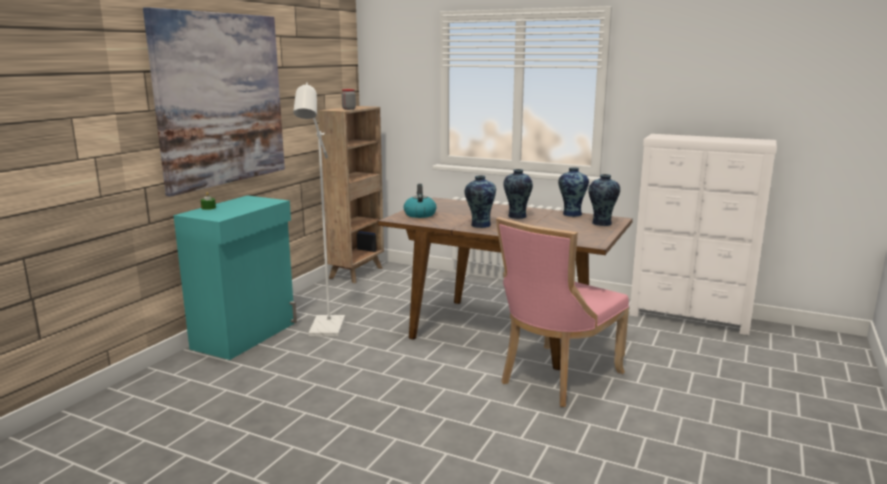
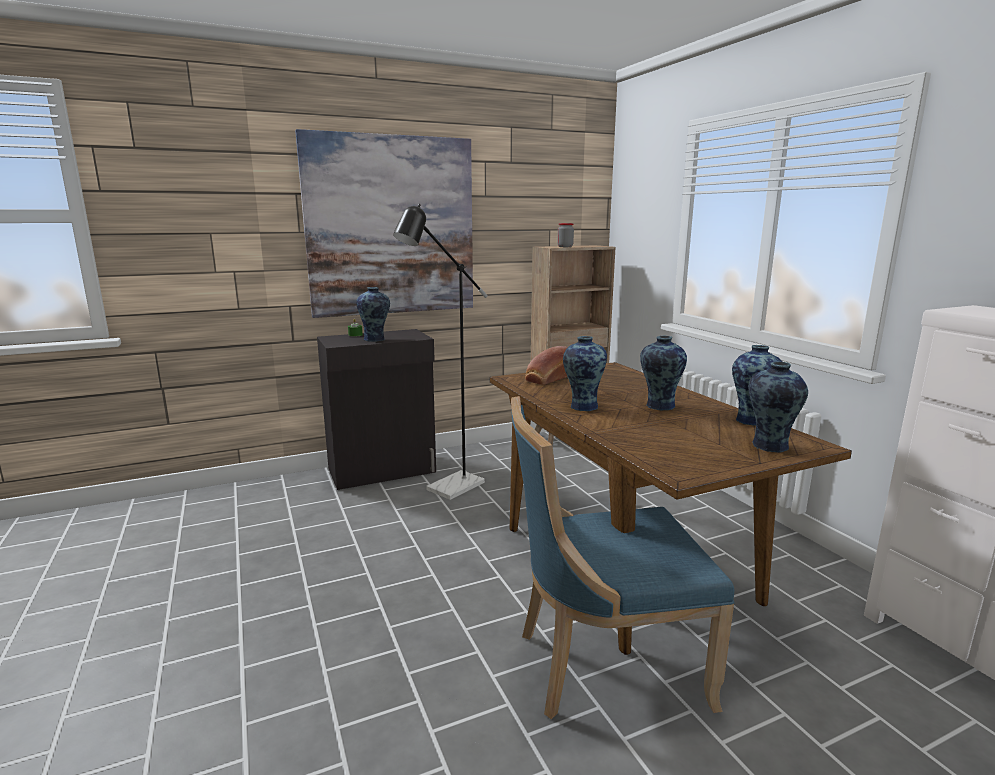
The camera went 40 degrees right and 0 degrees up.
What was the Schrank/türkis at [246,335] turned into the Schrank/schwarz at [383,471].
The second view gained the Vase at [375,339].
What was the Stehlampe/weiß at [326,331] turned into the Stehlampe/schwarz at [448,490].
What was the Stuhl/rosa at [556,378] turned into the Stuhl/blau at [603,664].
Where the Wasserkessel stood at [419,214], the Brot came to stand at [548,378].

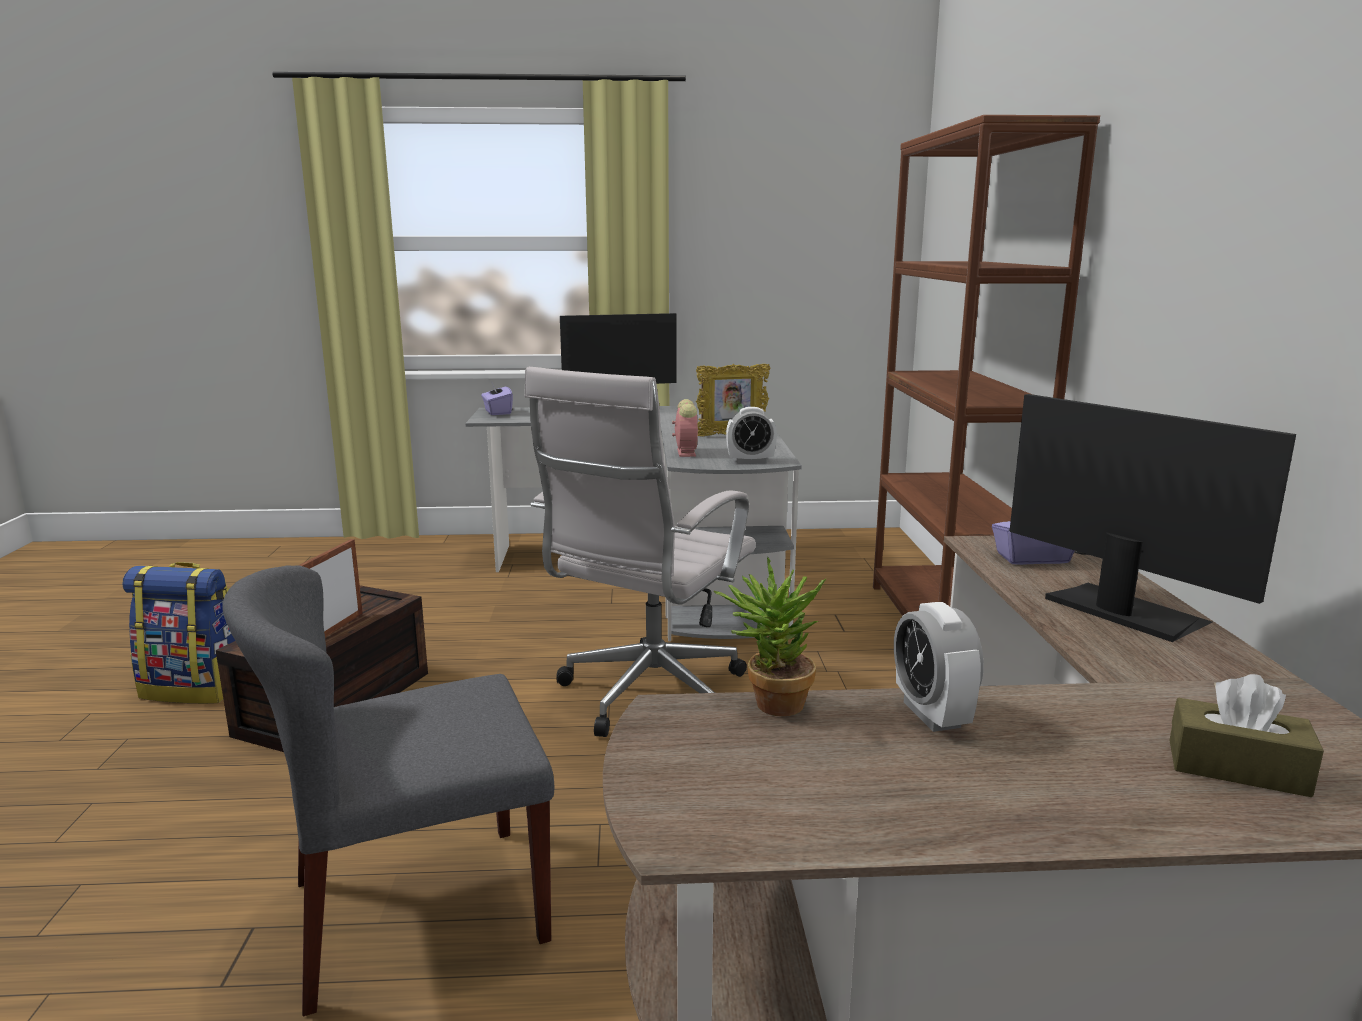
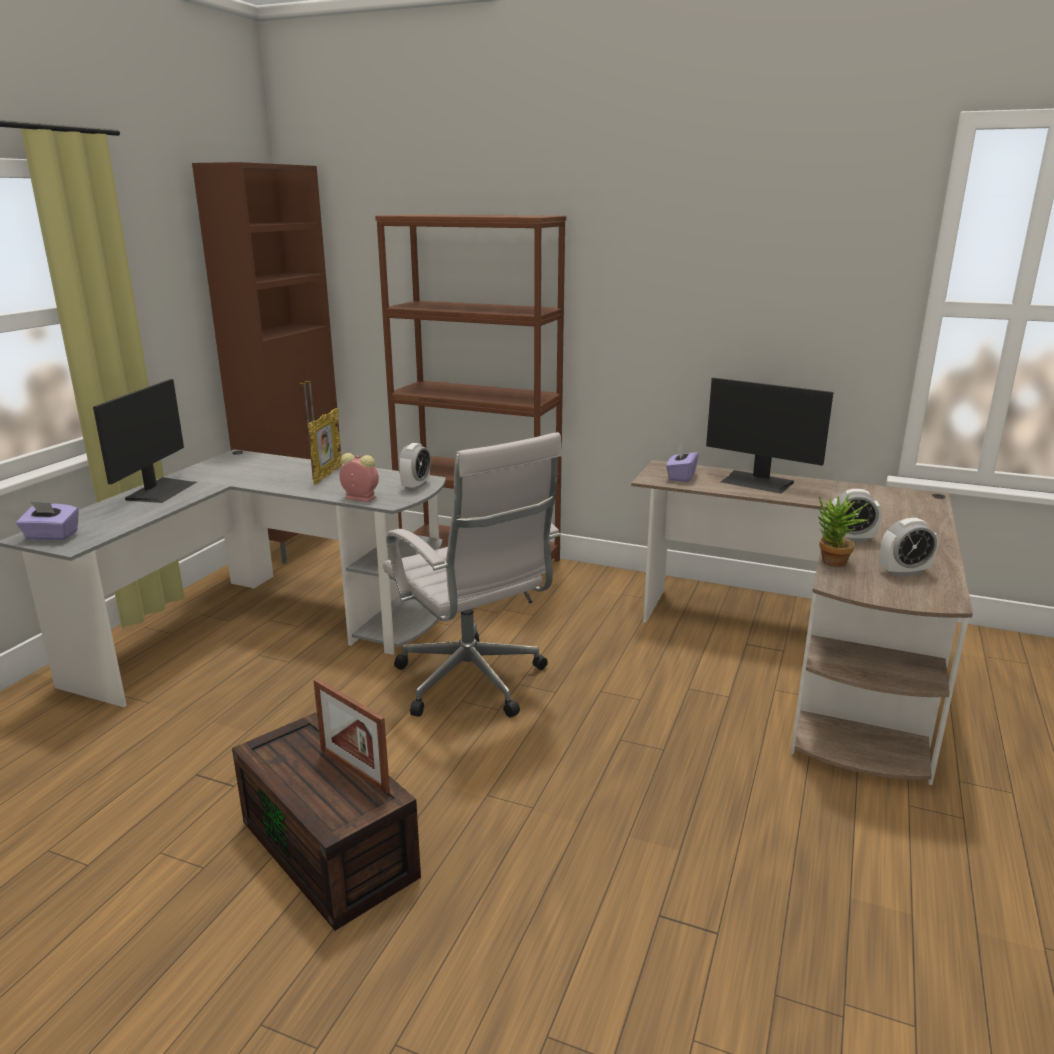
The camera went 65 degrees left and 5 degrees up.
The second view gained the Schrank/braun at [300,542].
The Monitor at [1123,610] ended up facing another way, 135 degrees counterclockwise from before.
The second view gained the Wecker at [904,572].
The second view lost the Rucksack at [195,689].
The second view lost the Stuhl/grau at [416,911].
The second view lost the Taschentuchbox/braun at [1237,768].

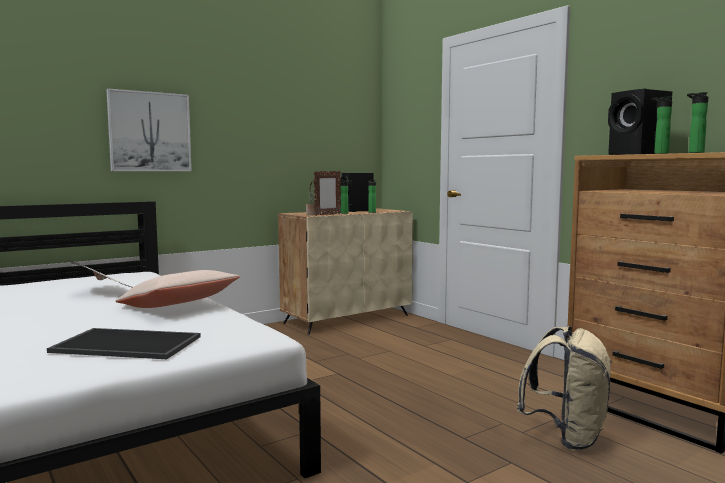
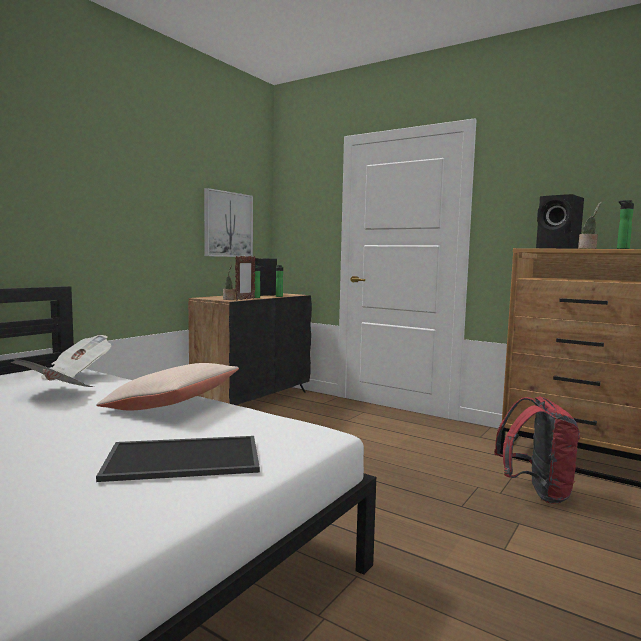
The camera went 20 degrees left and 0 degrees up.
The second view gained the Zeitung at [77,374].
What was the Schrank/beige at [347,319] turned into the Schrank/schwarz at [253,400].
The Bild ended up elsewhere, having gone from [150,132] to [228,224].
What was the Rucksack/beige at [566,437] turned into the Rucksack/rot at [536,492].
Where the Flasche stood at [659,153], the Topfpflanze came to stand at [588,248].

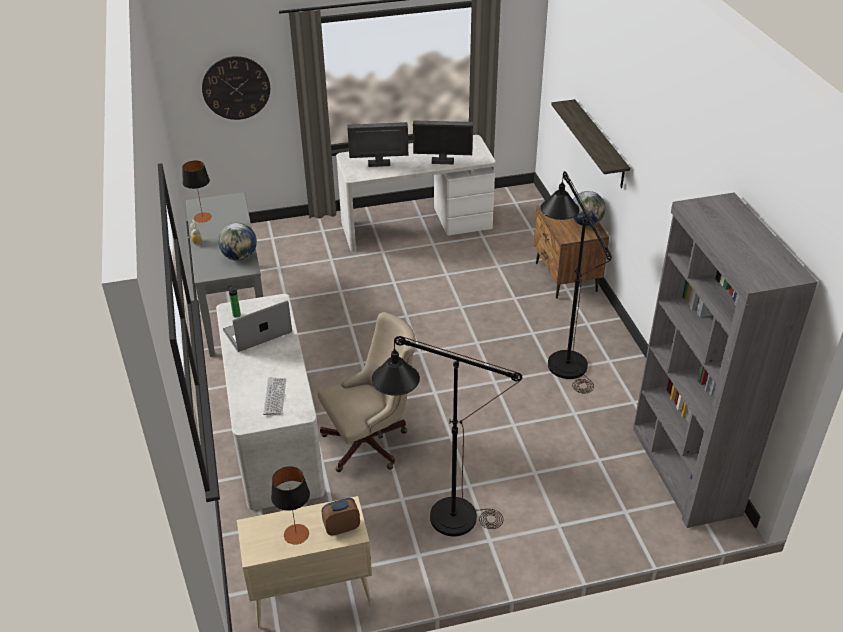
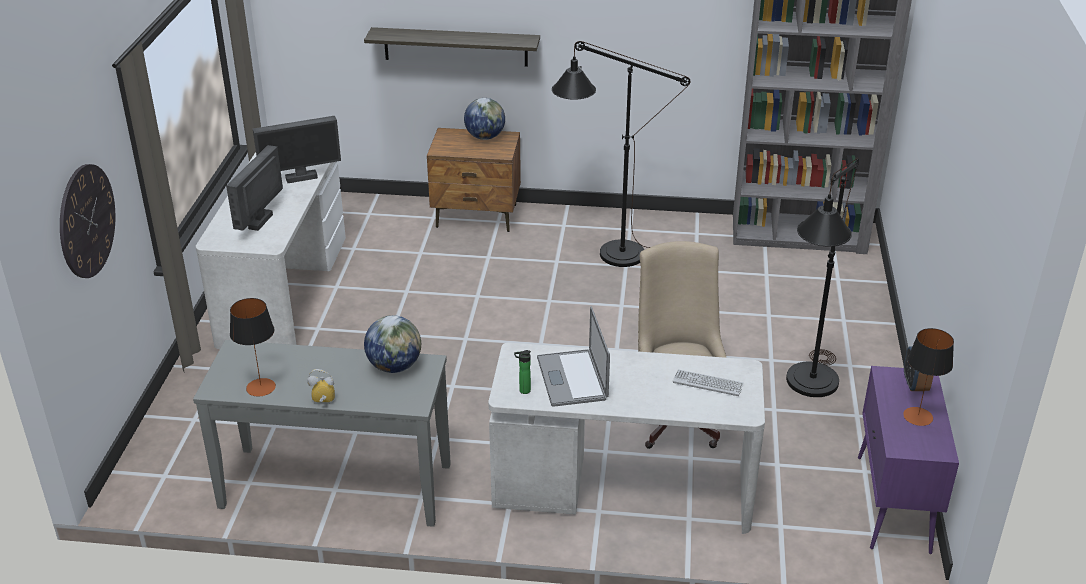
The camera went 70 degrees left and 5 degrees down.
The Monitor at [442,161] ended up facing another way, 45 degrees clockwise from before.
What was the Schrank/beige at [310,595] turned into the Schrank/lila at [893,505].

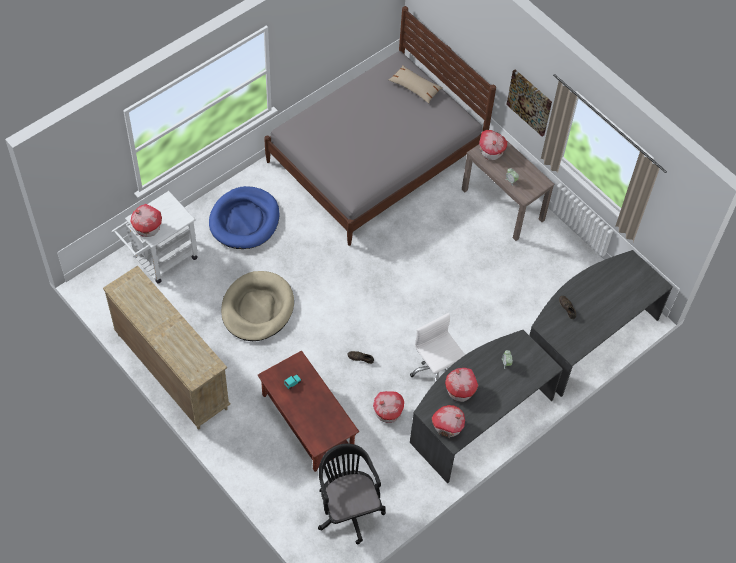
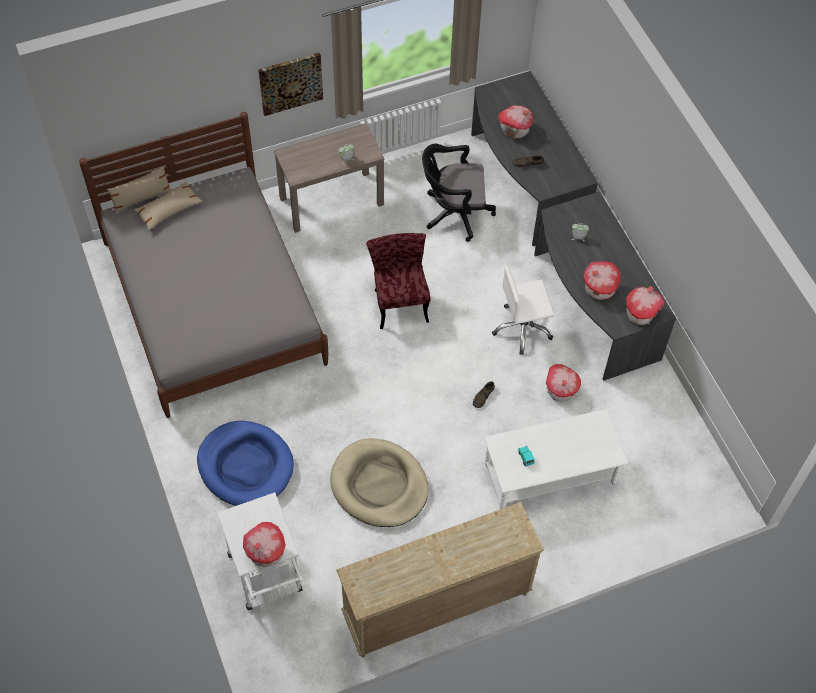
The camera went 70 degrees left and 0 degrees up.
The second view gained the Kissen/beige at [142,199].
The second view gained the Stuhl/rot at [399,300].
The Bürostuhl/schwarz ended up elsewhere, having gone from [347,507] to [454,213].
What was the Couchtisch/braun at [307,421] turned into the Couchtisch/weiß at [549,473].
The Spielzeughaus ended up elsewhere, having gone from [491,151] to [515,129].

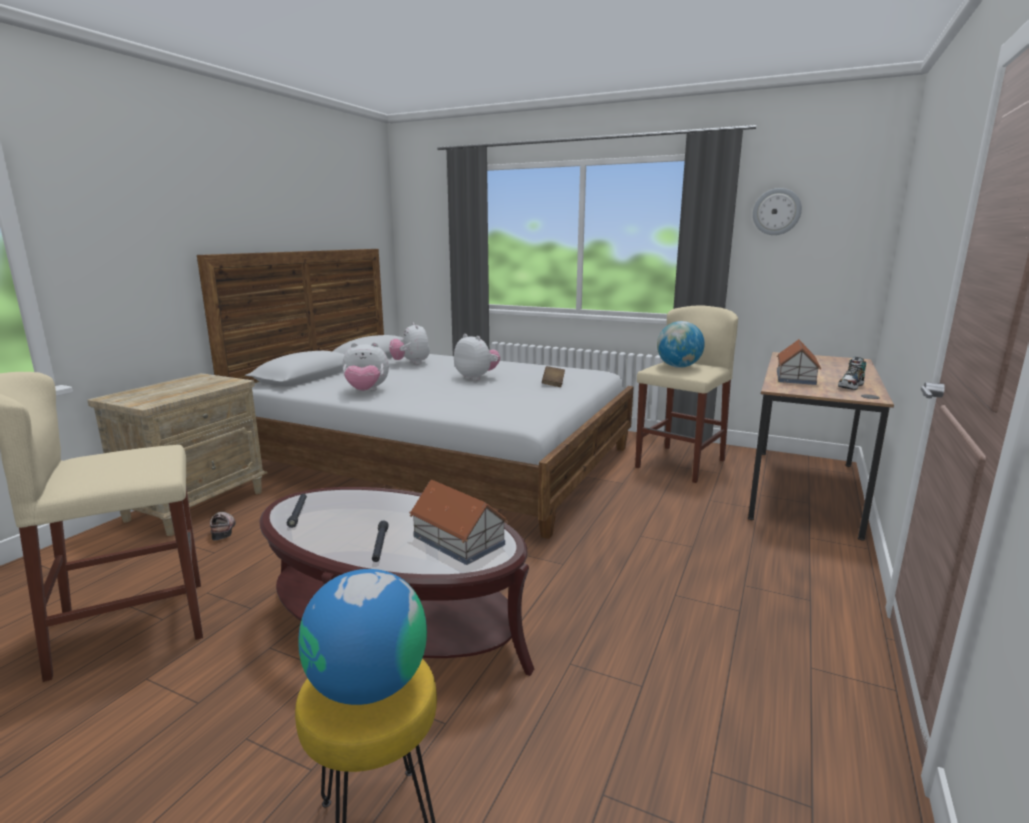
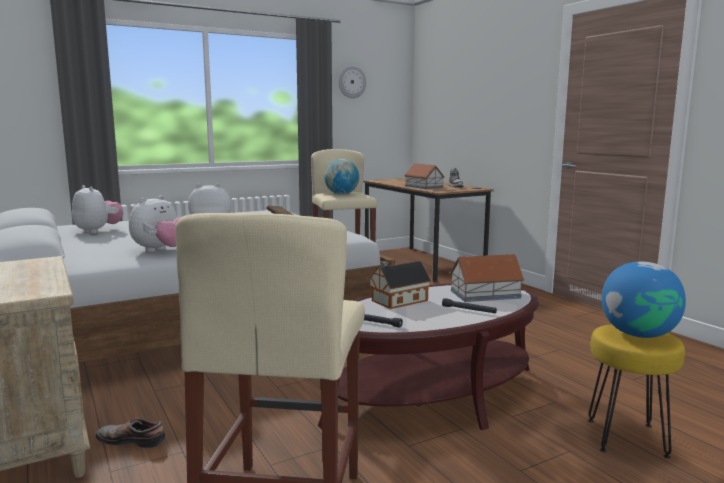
The camera went 55 degrees left and 5 degrees down.
The Plüschtier at [411,363] ended up facing another way, 150 degrees counterclockwise from before.
The second view gained the Spielzeughaus at [397,301].

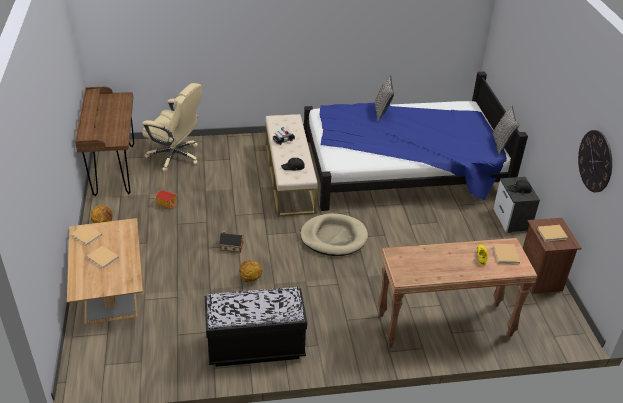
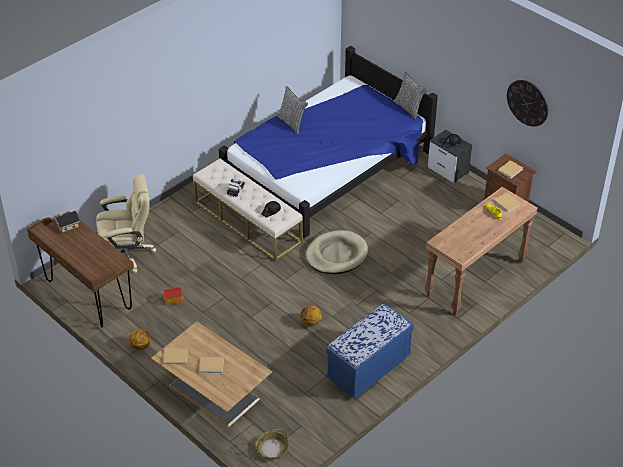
The camera went 35 degrees left and 5 degrees up.
The Spielzeughaus ended up elsewhere, having gone from [231,246] to [67,226].
The second view gained the Korb at [272,448].
What was the Bank/schwarz at [256,347] turned into the Bank/blau at [368,368].

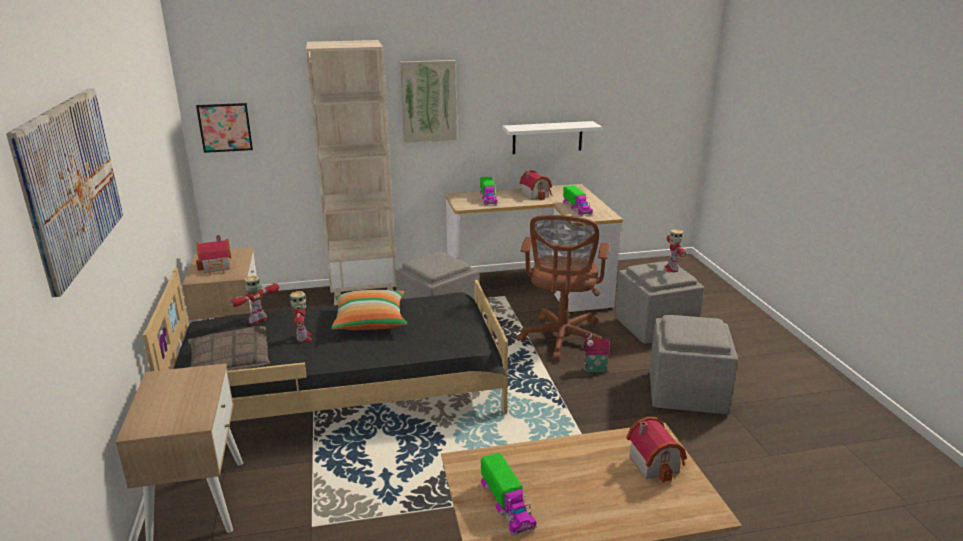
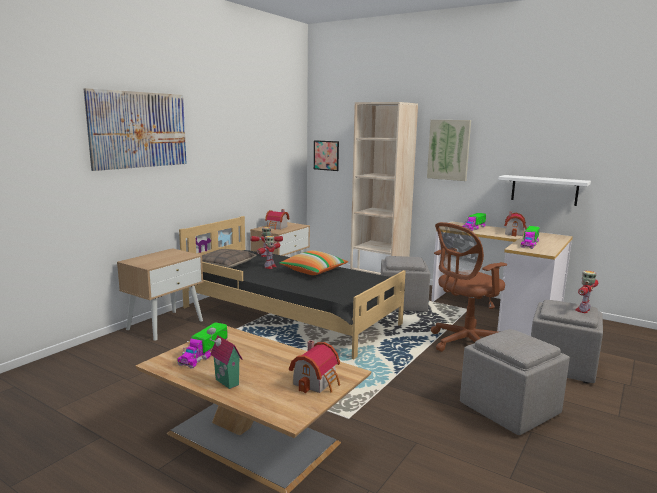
The camera went 45 degrees right and 10 degrees down.
The Spielzeughaus ended up elsewhere, having gone from [595,370] to [225,382].

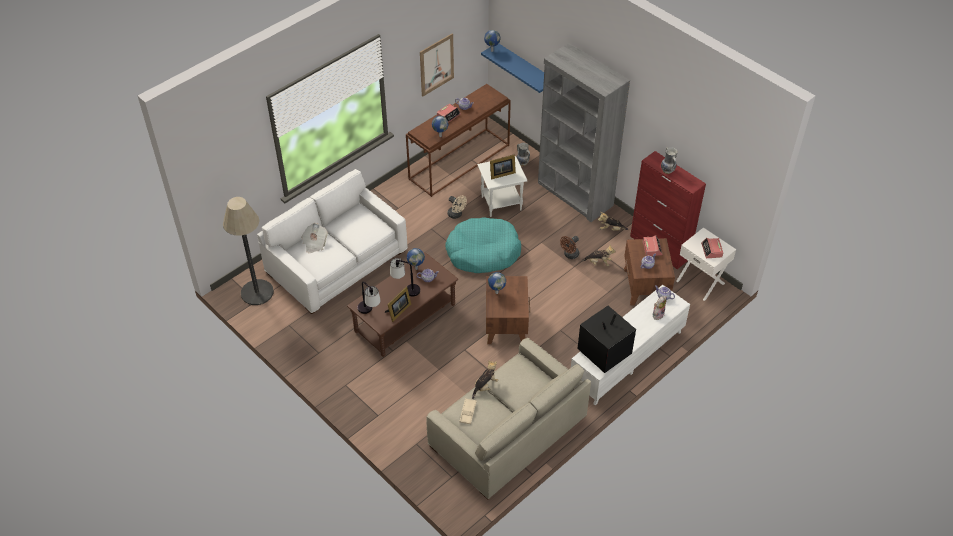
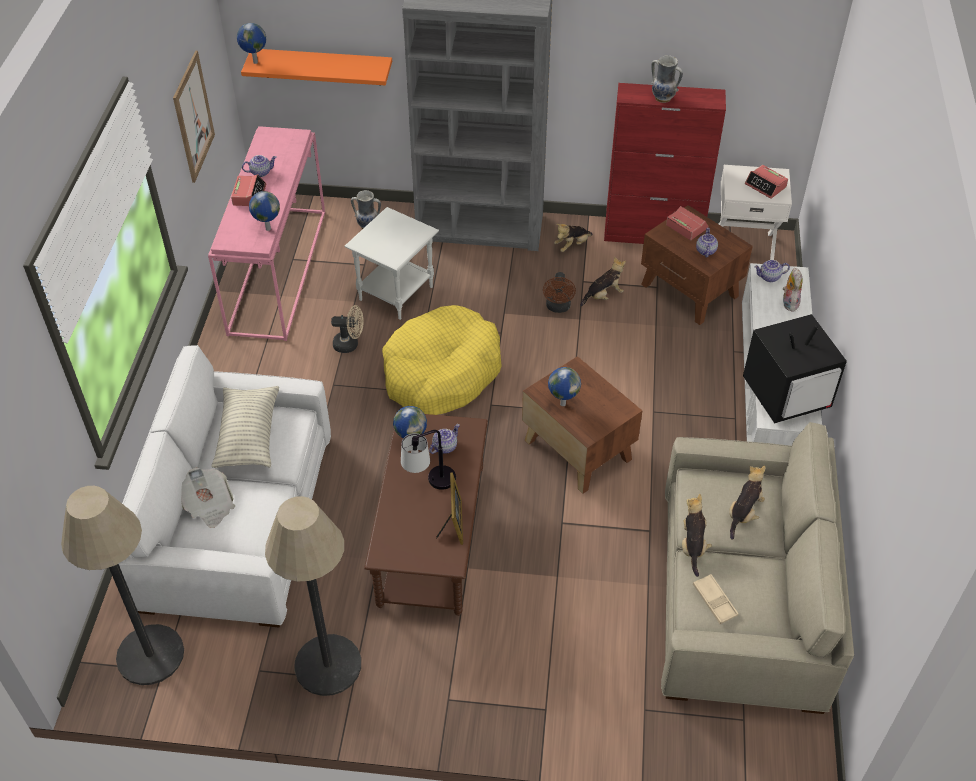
The camera went 40 degrees left and 0 degrees up.
What was the Konsolentisch/braun at [459,161] turned into the Konsolentisch/rosa at [277,270].
The second view gained the Kissen at [248,435].
What was the Wandregal/blau at [526,68] turned into the Wandregal/orange at [322,66].
The second view gained the Stehlampe at [328,665].
What was the Hundebett/türkis at [483,252] turned into the Hundebett/gelb at [441,372].
The second view gained the Plüschtier at [743,513].
The Fernseher at [603,353] ended up facing another way, 120 degrees counterclockwise from before.
The second view lost the Tischlampe at [369,312].
The second view lost the Bilderrahmen at [501,174].

